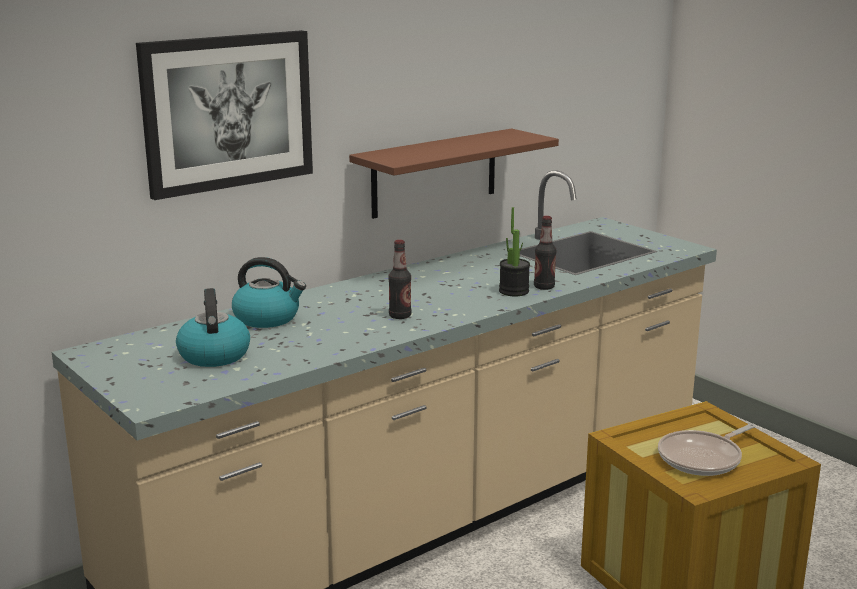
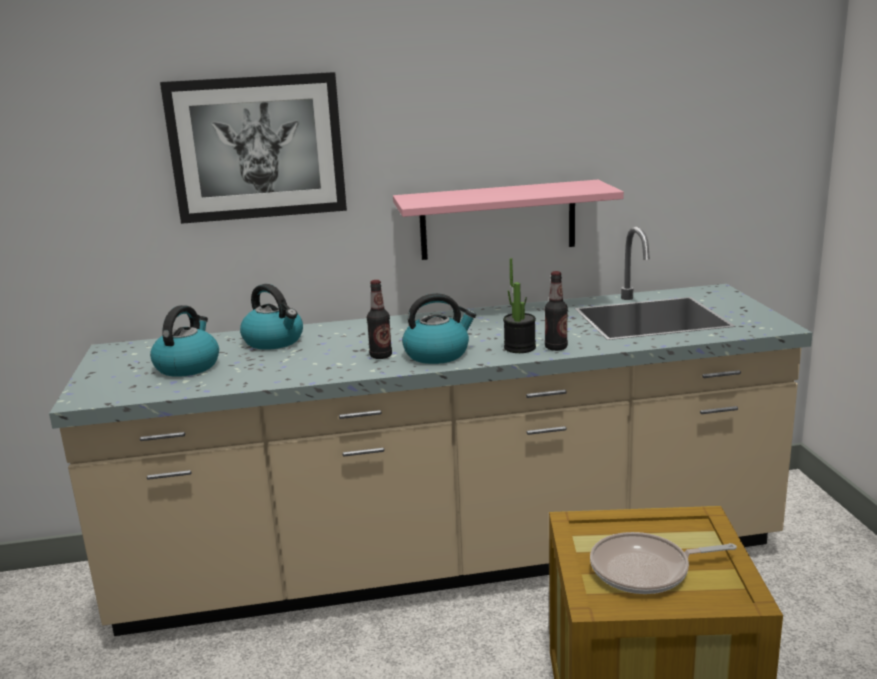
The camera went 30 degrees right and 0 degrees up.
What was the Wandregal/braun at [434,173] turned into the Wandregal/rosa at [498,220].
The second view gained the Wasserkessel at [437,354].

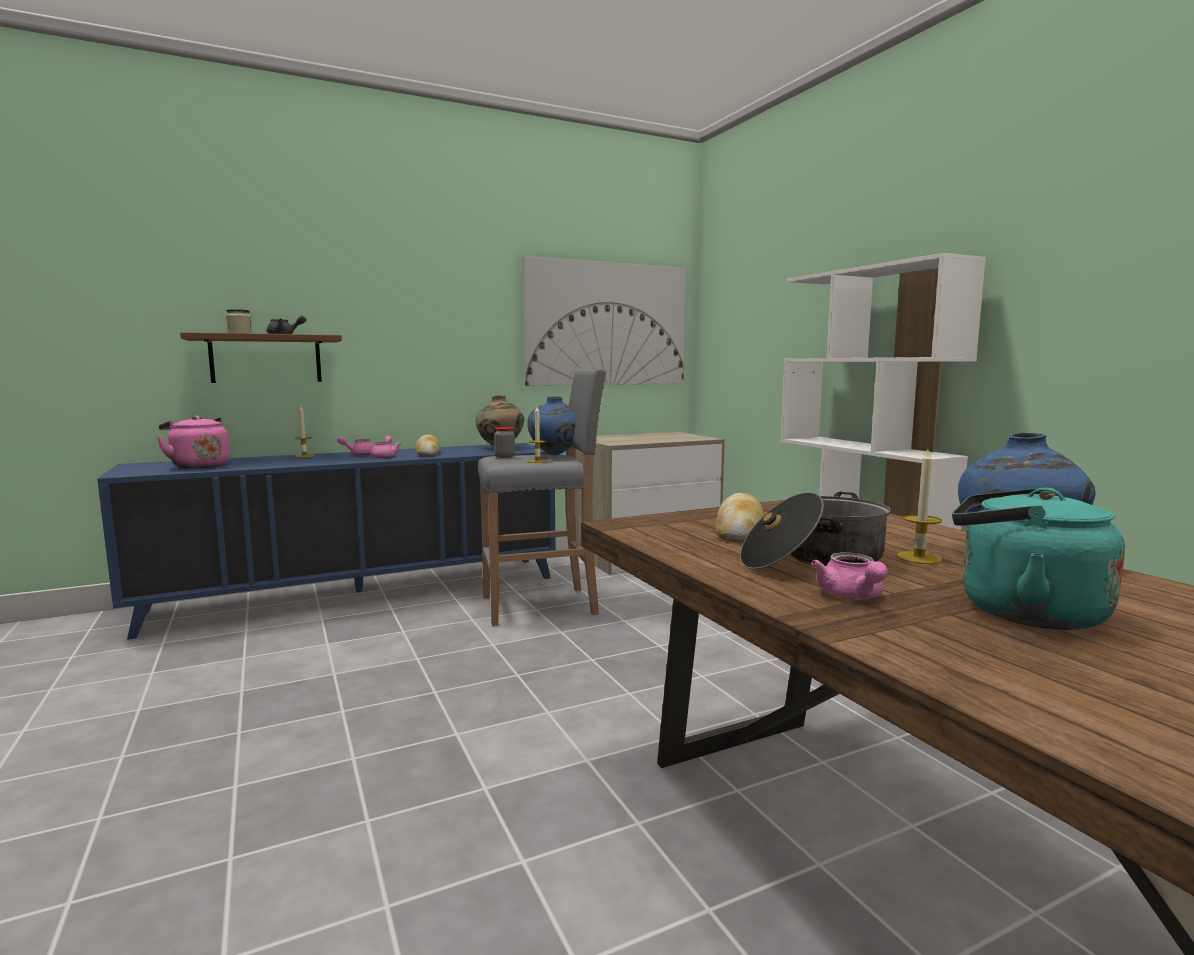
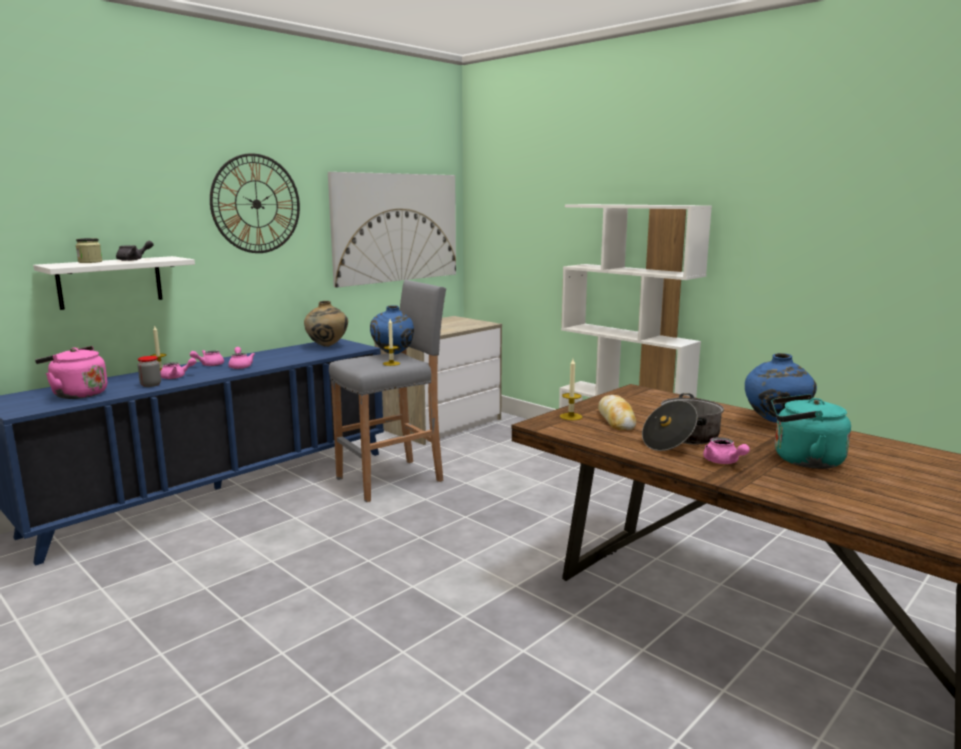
The camera went 20 degrees left and 5 degrees up.
What was the Wandregal/braun at [266,359] turned into the Wandregal/weiß at [110,282].
The Vorratsglas ended up elsewhere, having gone from [504,456] to [151,385].
The second view gained the Teekanne/rosa at [177,377].
The second view gained the Wanduhr at [256,204].
The Kerze ended up elsewhere, having gone from [919,558] to [571,416].
The second view lost the Brot at [428,453].

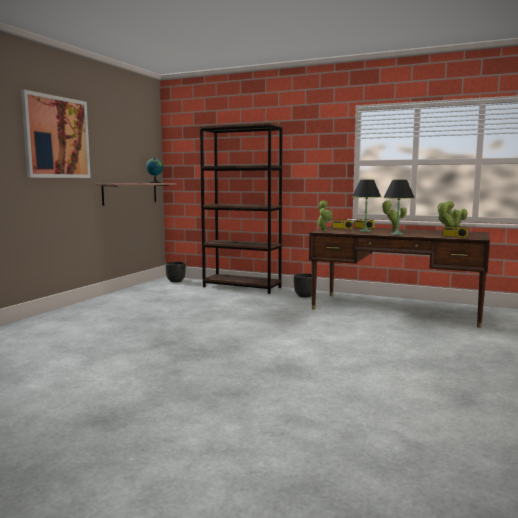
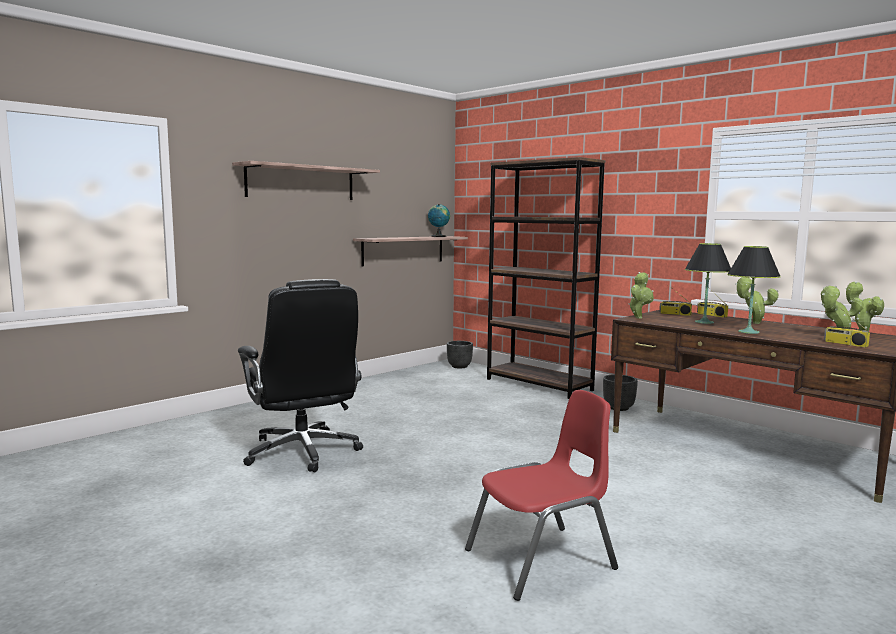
The camera went 20 degrees right and 0 degrees up.
Where the Bild hung at [57,137], the Wandregal came to hang at [301,182].
The second view gained the Bürostuhl/schwarz at [303,452].
The second view gained the Stuhl/rot at [541,560].

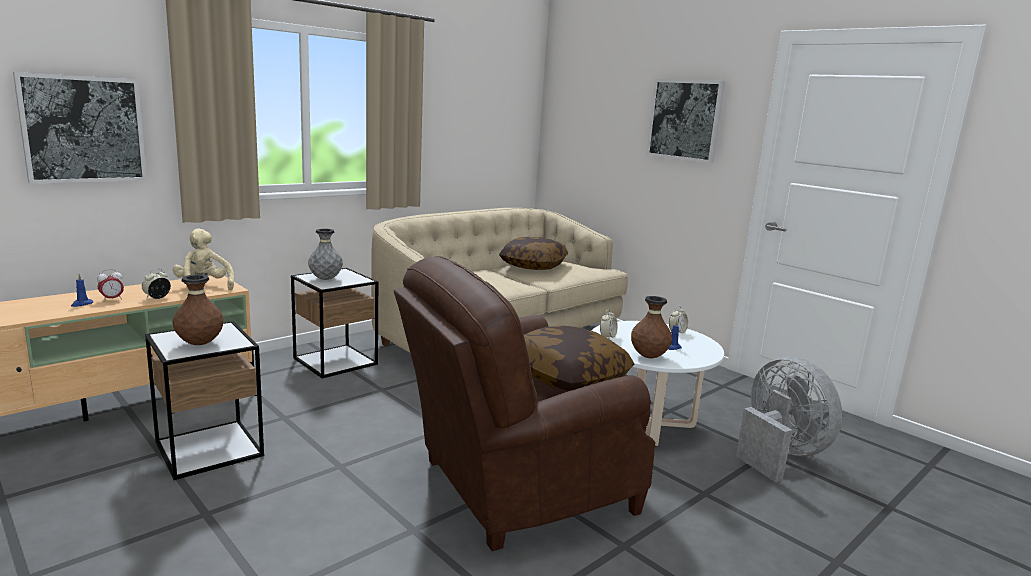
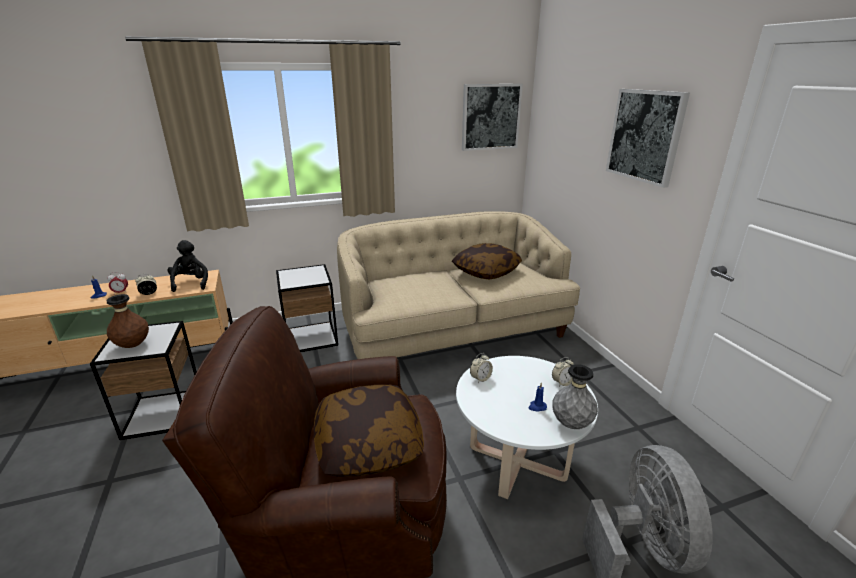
The camera went 25 degrees right and 10 degrees up.
What was the Plüschtier/beige at [204,286] turned into the Plüschtier/schwarz at [191,283].
The Bild ended up elsewhere, having gone from [83,129] to [490,117].
The Vase/grau ended up elsewhere, having gone from [326,279] to [571,424].
The second view lost the Vase/braun at [649,357].

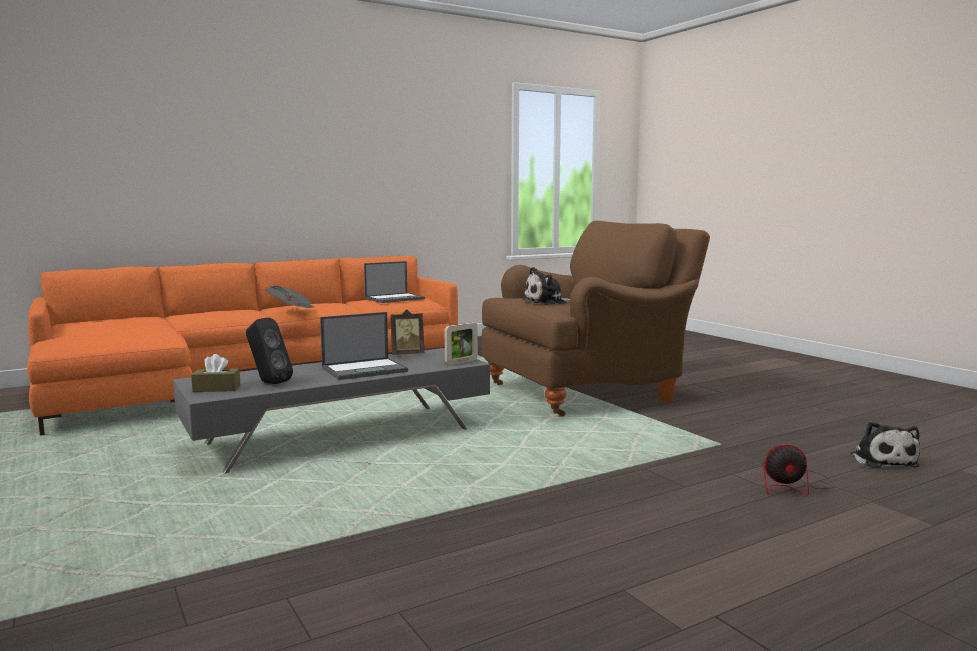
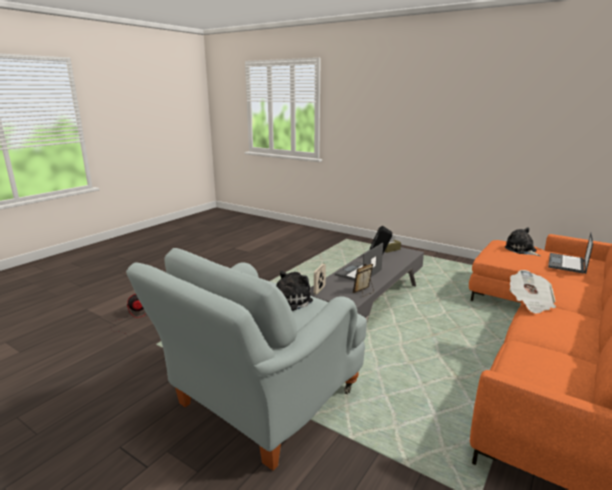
The camera went 155 degrees right and 10 degrees up.
What was the Sessel/braun at [587,392] turned into the Sessel/grau at [260,402].
The Plüschtier ended up elsewhere, having gone from [882,460] to [521,250].
The Laptop ended up elsewhere, having gone from [395,299] to [567,264].

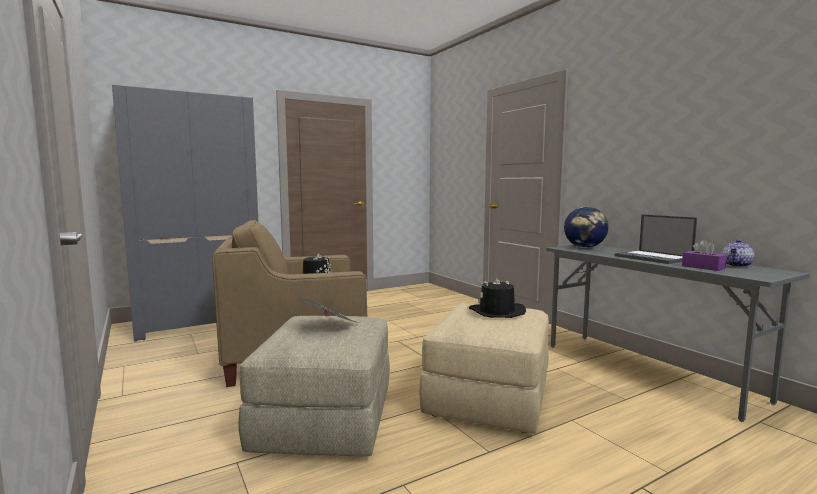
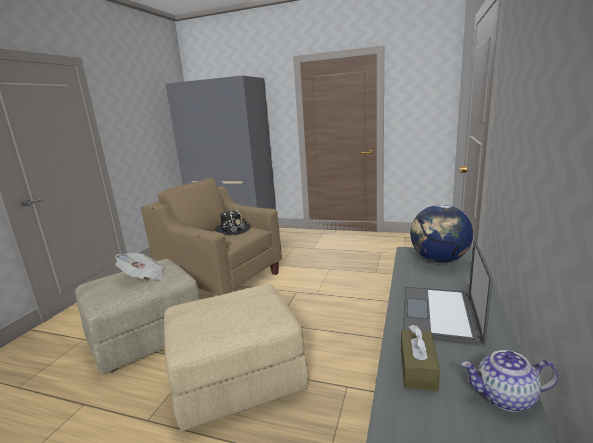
The camera went 50 degrees right and 10 degrees up.
What was the Taschentuchbox/lila at [703,267] turned into the Taschentuchbox/braun at [418,368].
The second view lost the Hut/schwarz at [497,312].

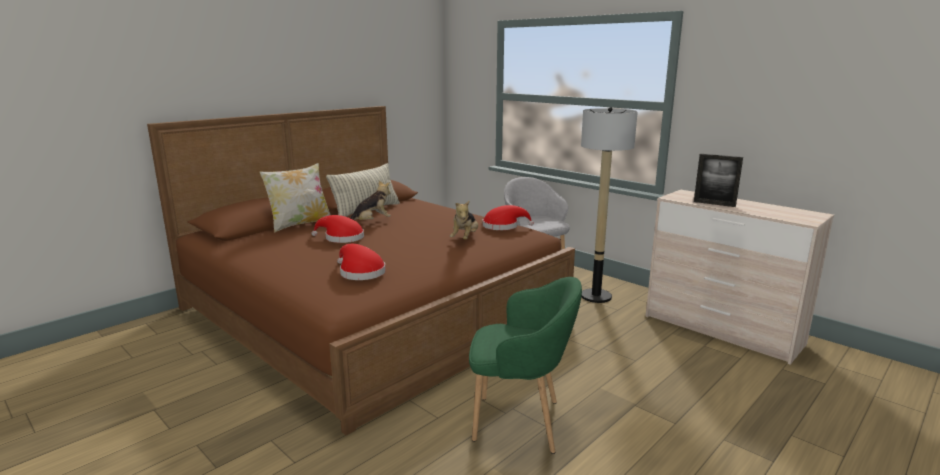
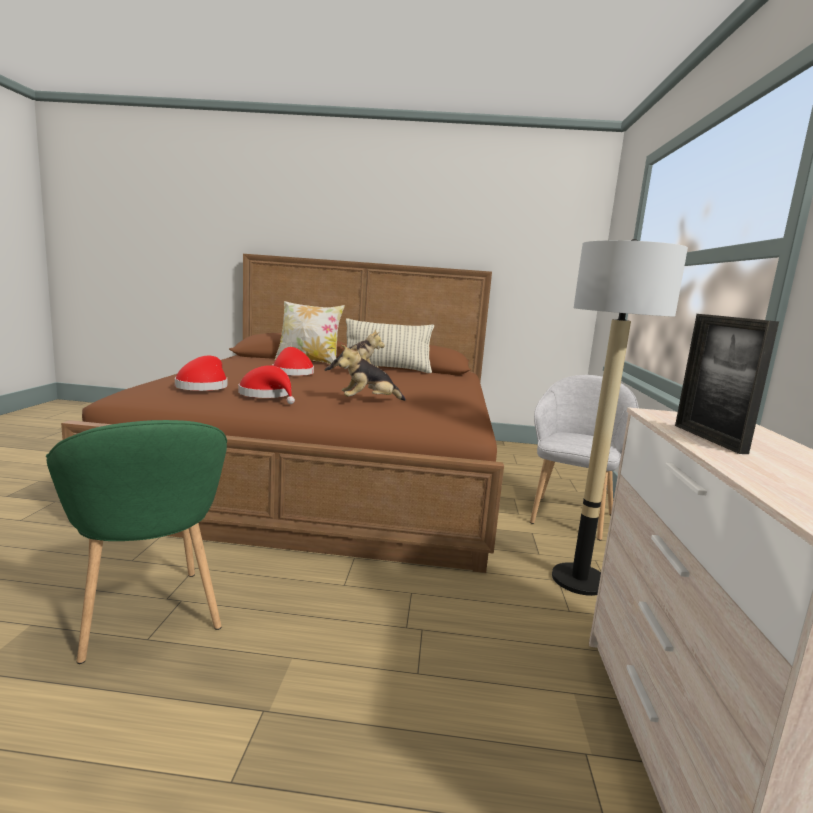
The camera went 50 degrees right and 5 degrees down.
The Hut/rot ended up elsewhere, having gone from [503,226] to [267,395].

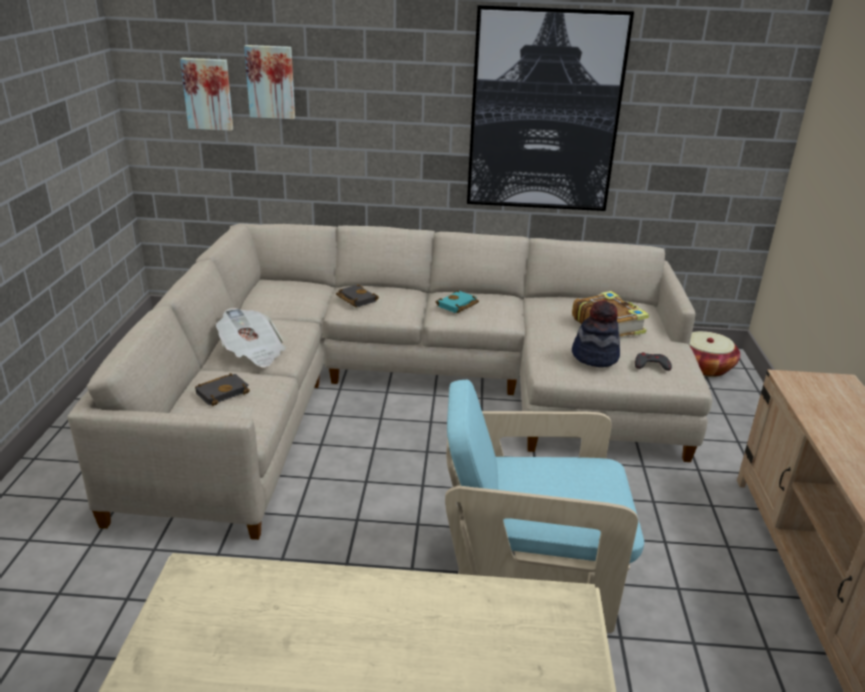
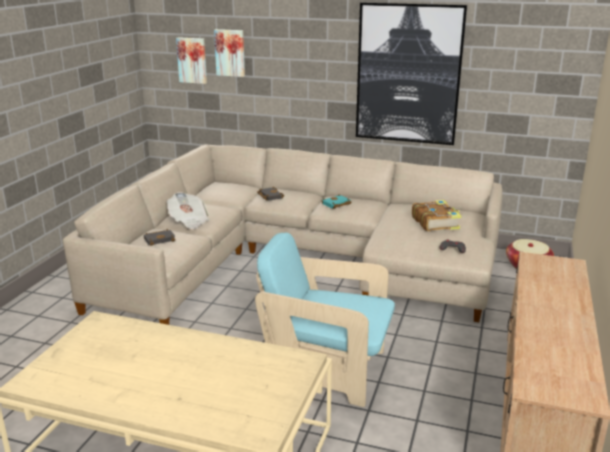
The camera went 15 degrees right and 5 degrees down.
The second view lost the Hut at [595,356].

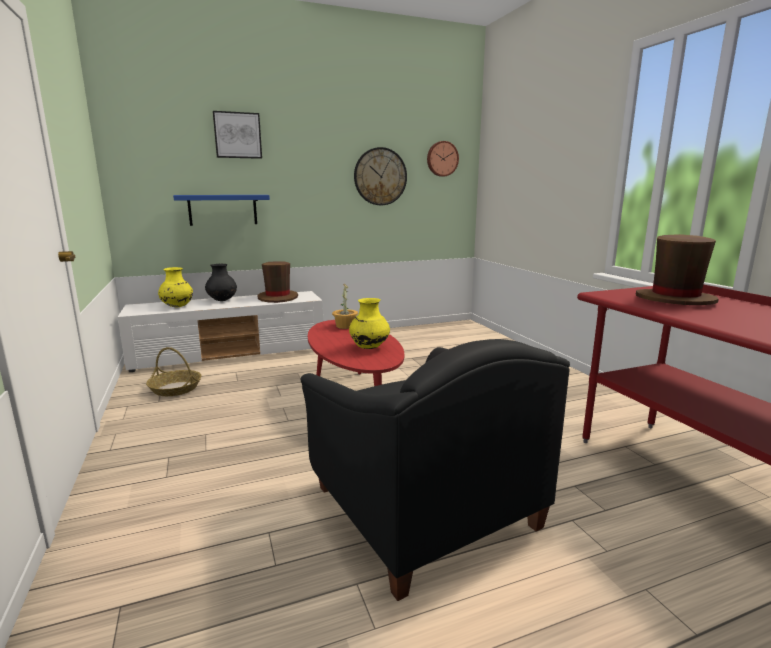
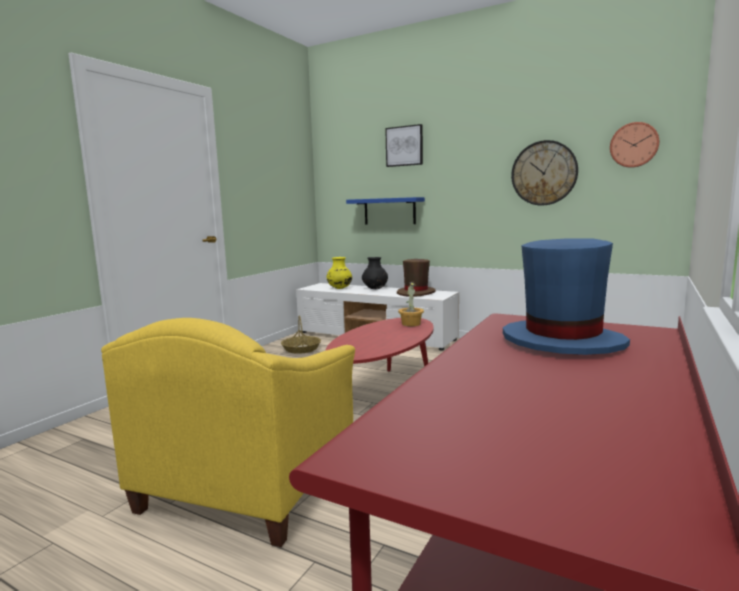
The camera went 50 degrees right and 5 degrees down.
What was the Sessel/schwarz at [421,509] turned into the Sessel/gelb at [251,480].
What was the Hut/braun at [674,300] turned into the Hut/blau at [562,341].
The second view lost the Vase/gelb at [369,348].

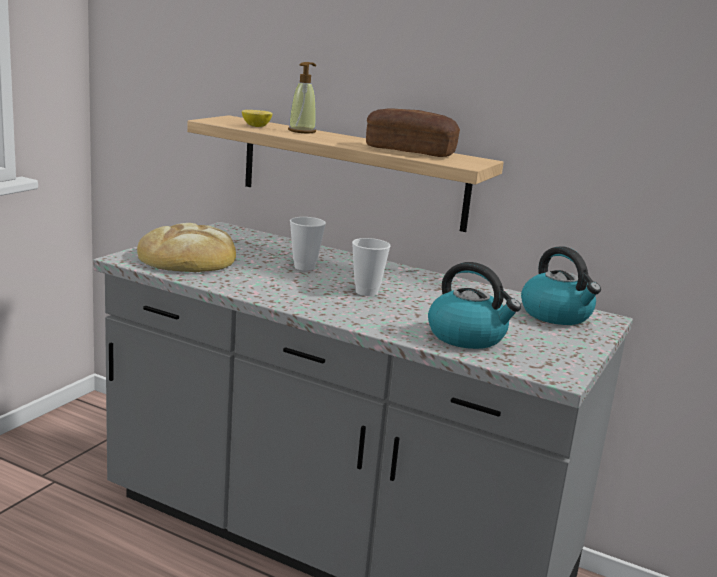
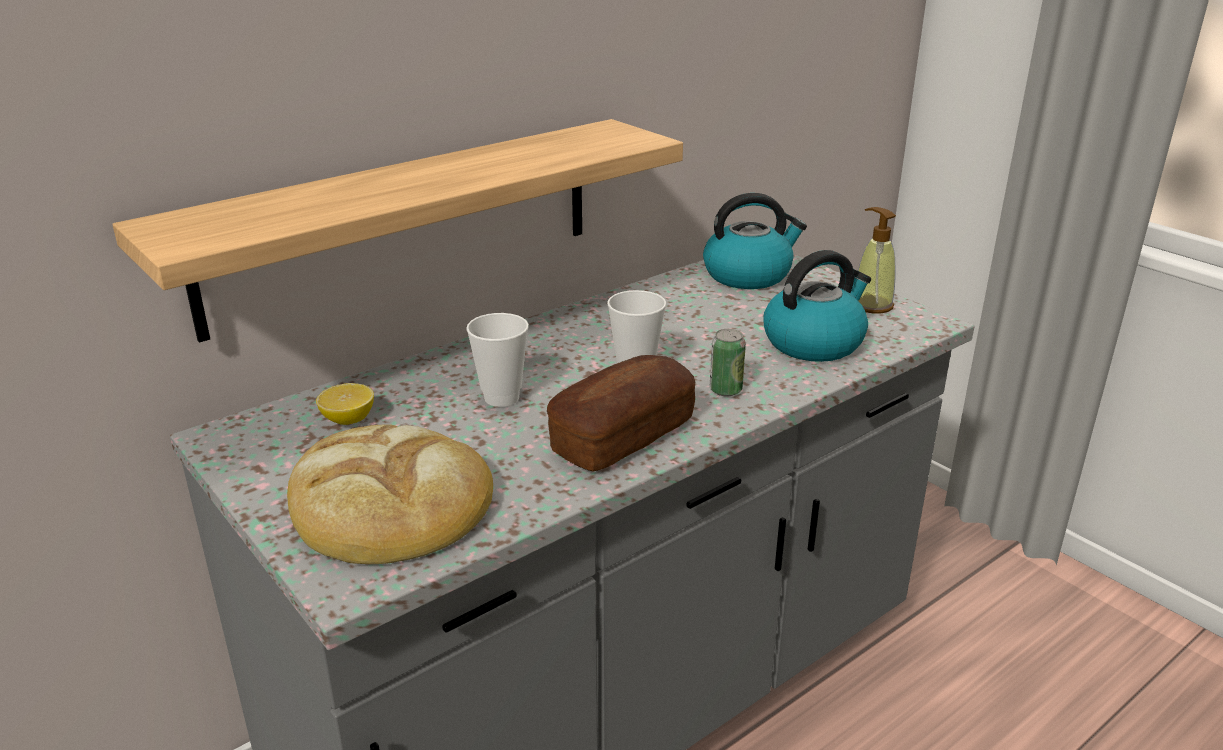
The camera went 65 degrees left and 10 degrees up.
The Zitrone ended up elsewhere, having gone from [256,126] to [348,419].
The Brot ended up elsewhere, having gone from [410,151] to [622,436].
The second view gained the Dose at [725,390].
The Seifenspender ended up elsewhere, having gone from [302,131] to [871,305].

